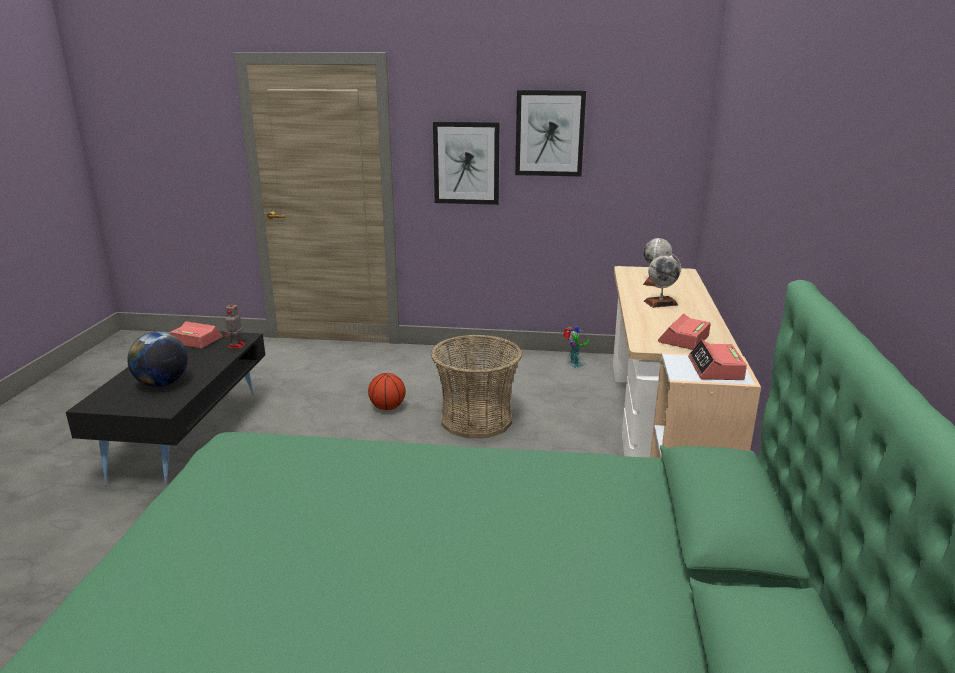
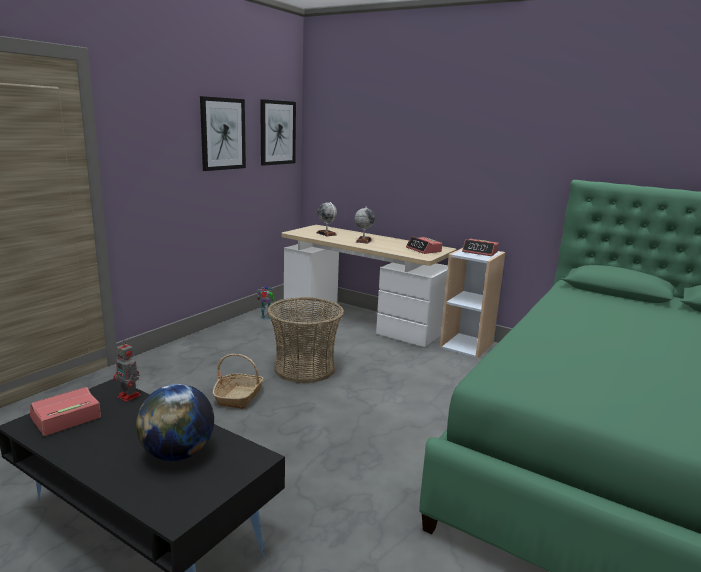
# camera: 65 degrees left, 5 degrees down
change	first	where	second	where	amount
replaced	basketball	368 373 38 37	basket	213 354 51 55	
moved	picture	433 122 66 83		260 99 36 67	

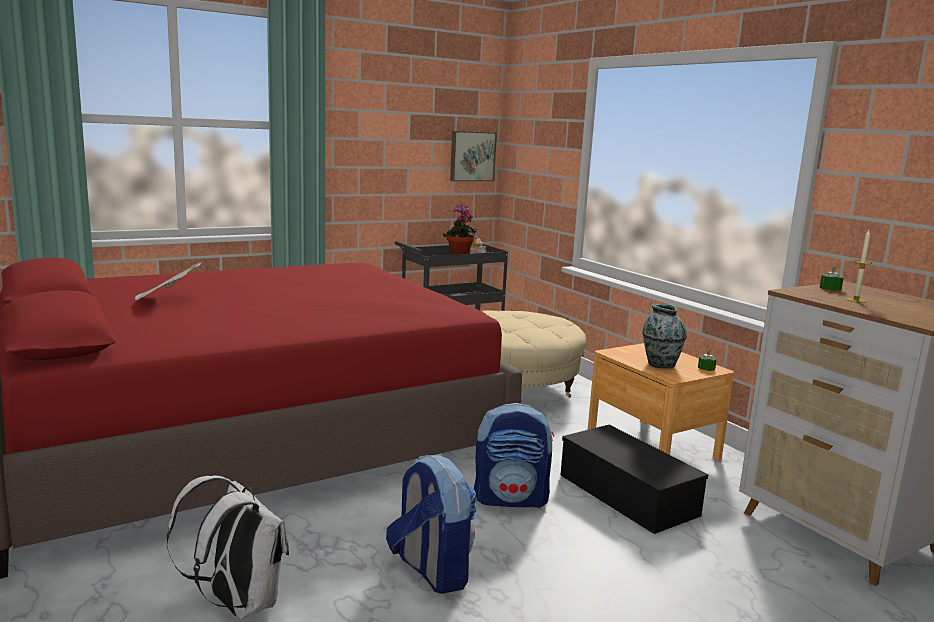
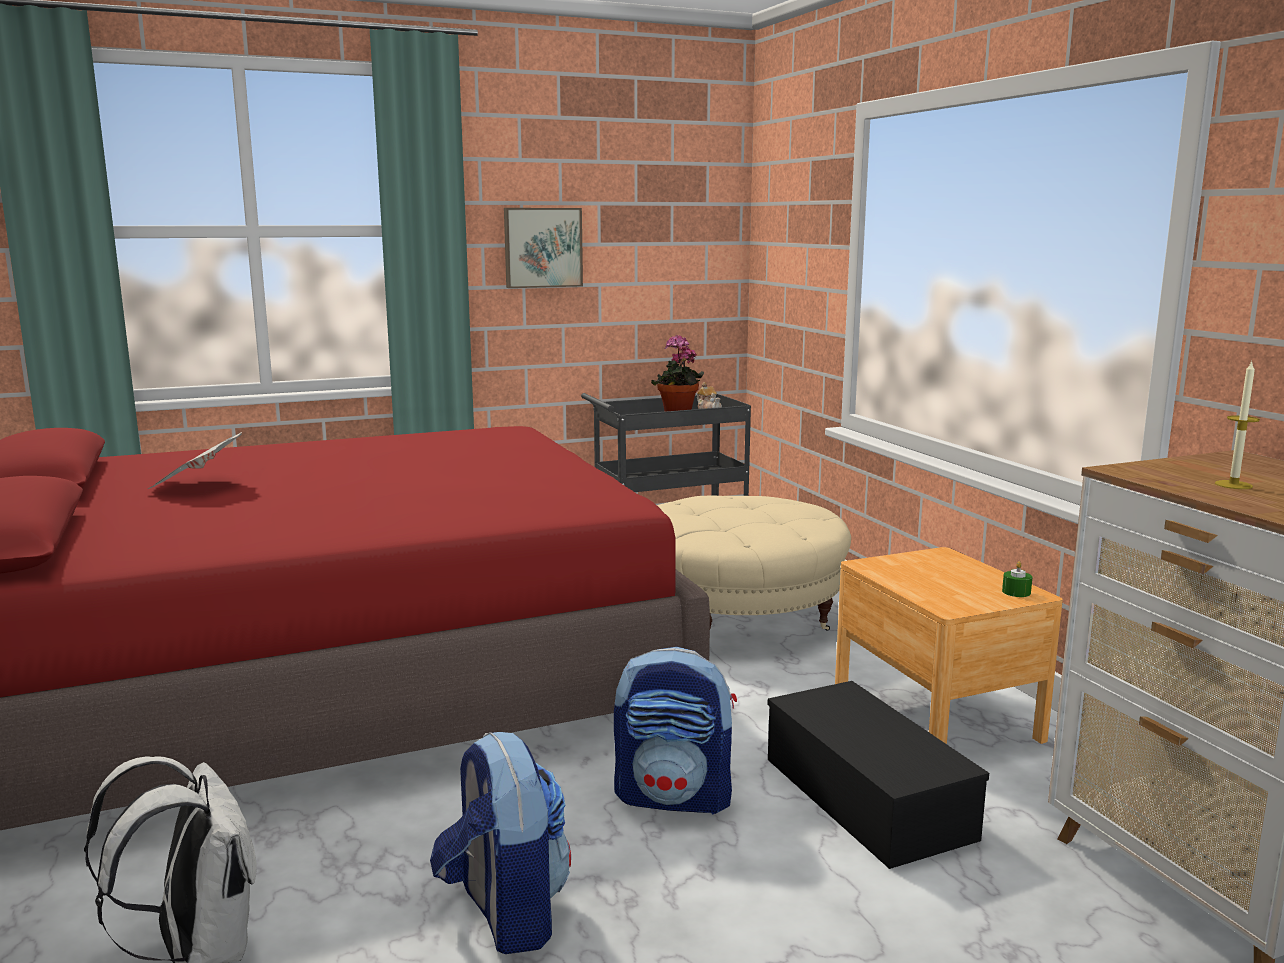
# camera: 10 degrees right, 0 degrees up
change	first	where	second	where	amount
moved	picture	450 131 47 50		504 208 79 80	
removed	vase	642 304 45 64			
removed	green candle	820 265 24 26			

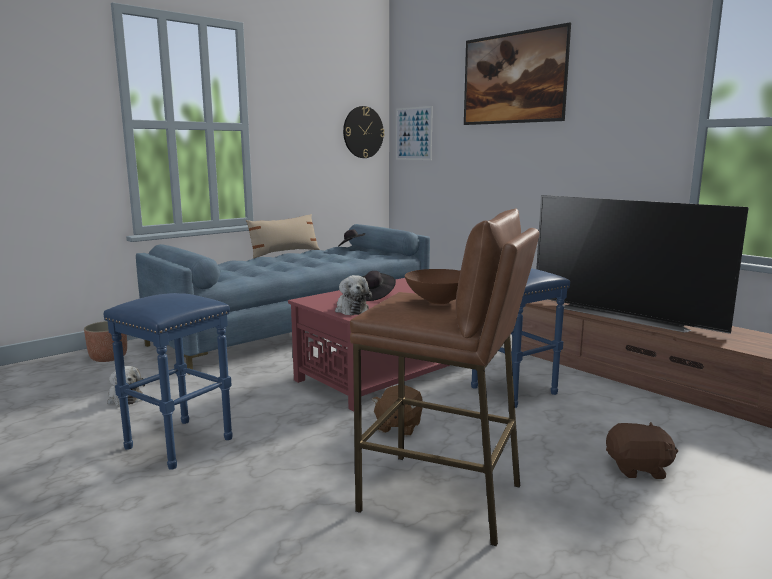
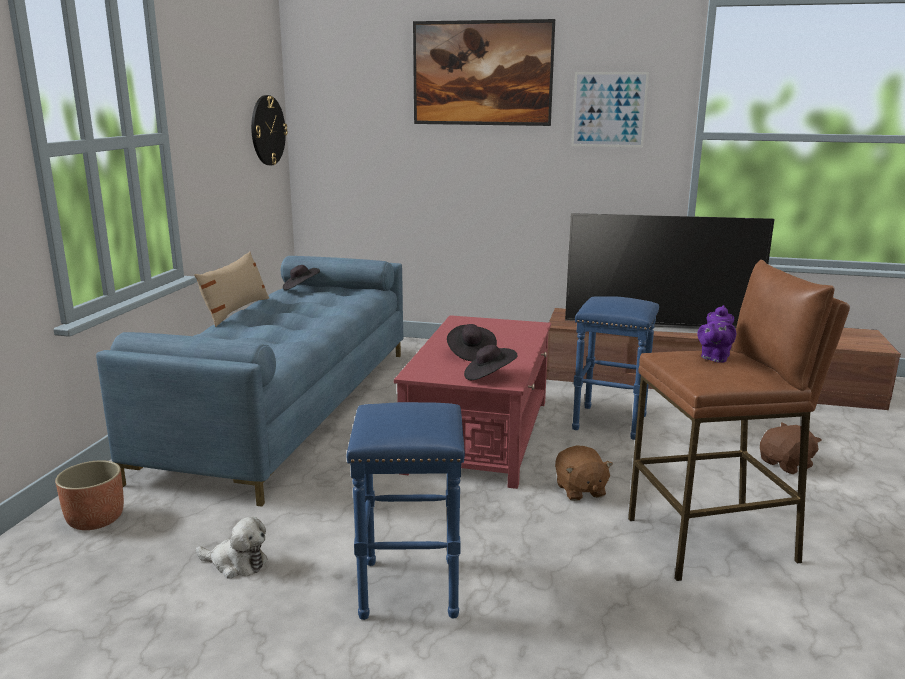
# camera: 35 degrees left, 5 degrees up
change	first	where	second	where	amount
replaced	plush toy	335 275 37 40	black hat	464 345 54 35	
moved	picture	396 106 37 54		571 72 78 76	
replaced	brown bowl	405 269 56 35	purple teapot	697 305 39 58	

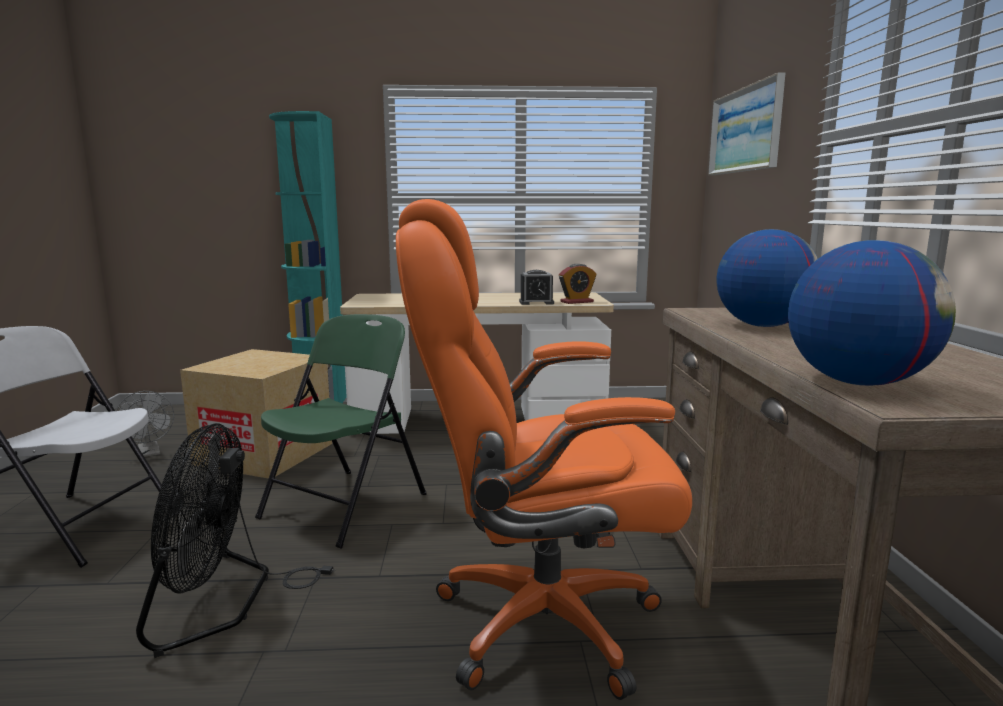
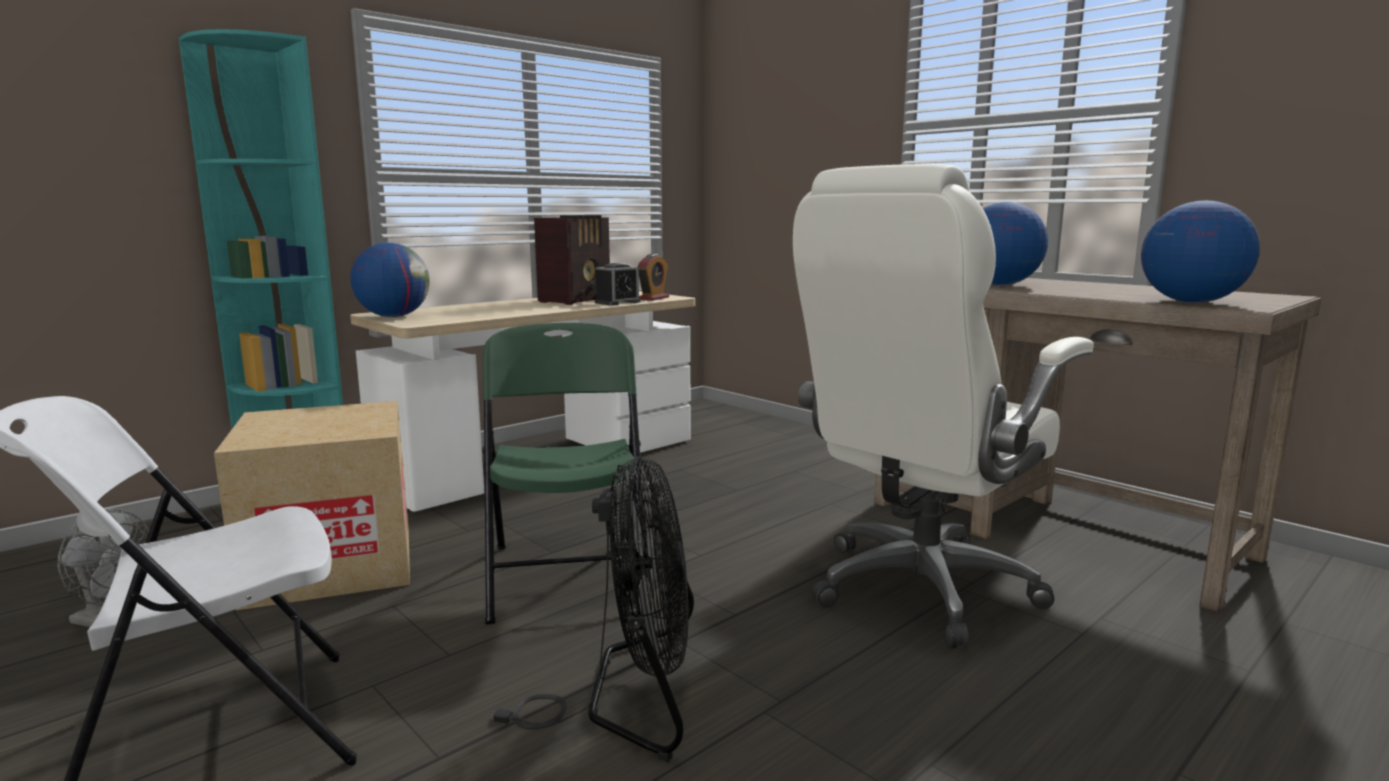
# camera: 40 degrees left, 0 degrees up
change	first	where	second	where	amount
added			globe	350 242 80 75	
turned	black fan	136 423 199 235		491 456 203 307	135 degrees counterclockwise
added			radio	534 215 76 90	
recoloured	orange office chair	396 199 296 501	white office chair	793 164 301 484	
removed	picture	708 72 78 103			

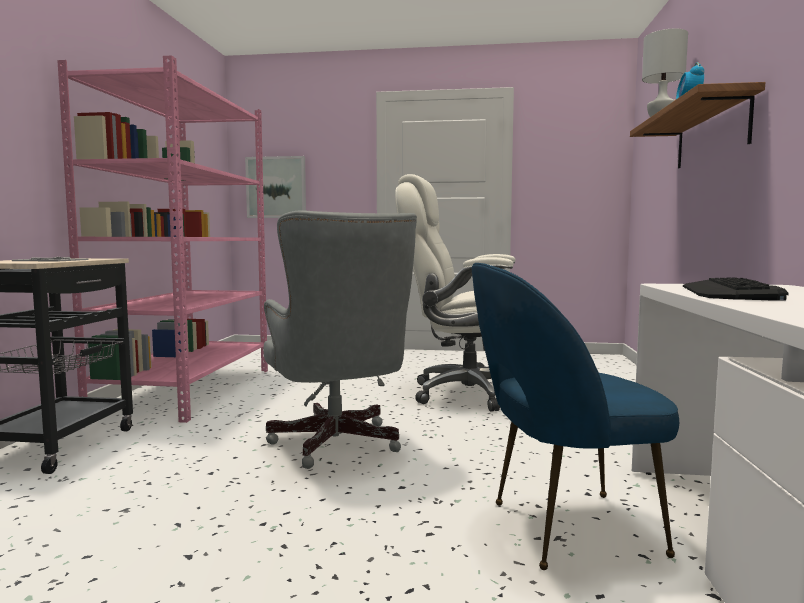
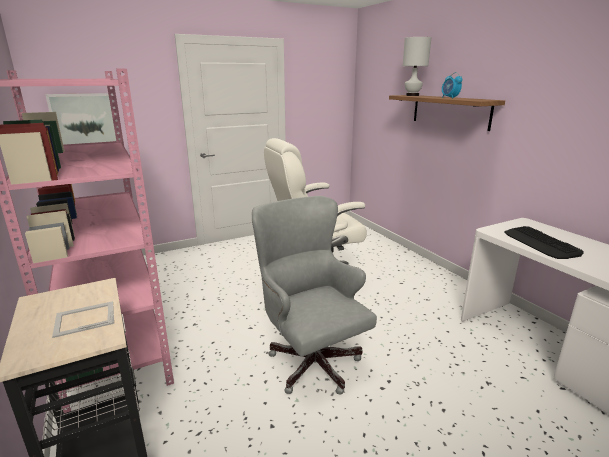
# camera: 35 degrees left, 15 degrees up
change	first	where	second	where	amount
turned	grey office chair	264 210 153 259		252 196 125 199	150 degrees counterclockwise
removed	blue chair	472 263 207 307			

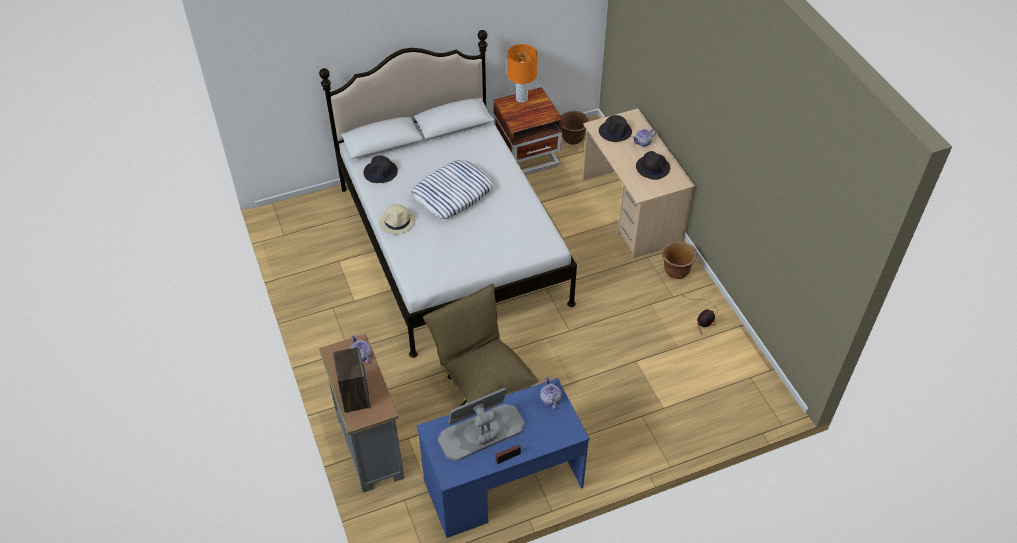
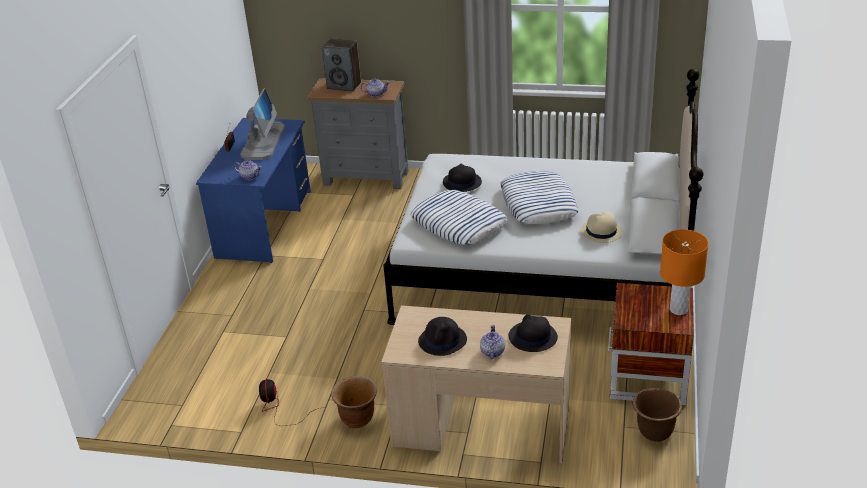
# camera: 125 degrees right, 15 degrees down
change	first	where	second	where	amount
added			pillow	411 190 96 55	
moved	black hat	363 156 35 27		443 164 39 28	
moved	beige hat	379 204 36 30		580 211 43 32	
removed	beige office chair	423 284 116 122			

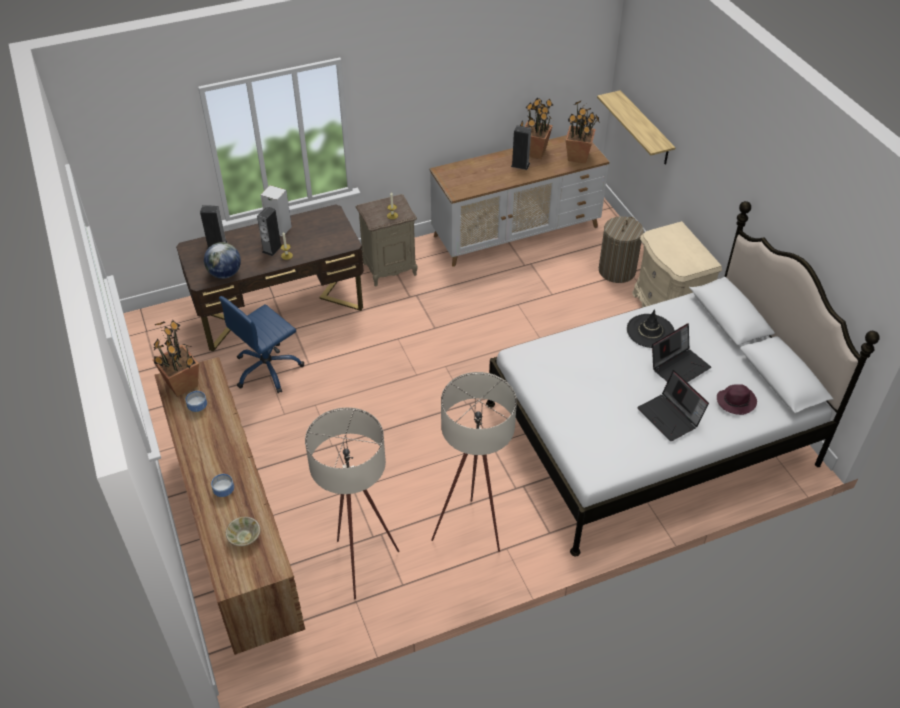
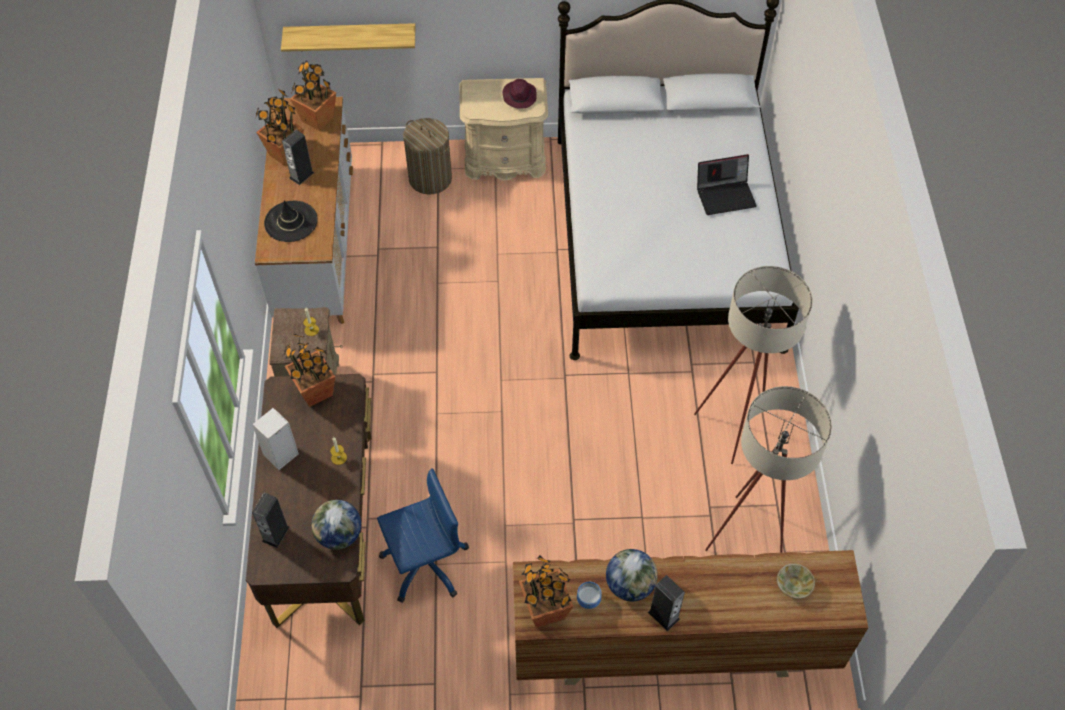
# camera: 70 degrees left, 10 degrees up
change	first	where	second	where	amount
moved	black hat	627 309 48 39		264 200 54 42	
added			potted plant	283 334 52 73	
turned	blue office chair	219 296 85 97		377 468 92 135	90 degrees counterclockwise
moved	purple hat	717 384 40 31		502 79 35 30	
added			globe	606 549 52 52	
moved	speaker	257 206 25 50		648 575 37 56	
removed	bowl	211 474 23 23			
removed	laptop	652 323 59 59			

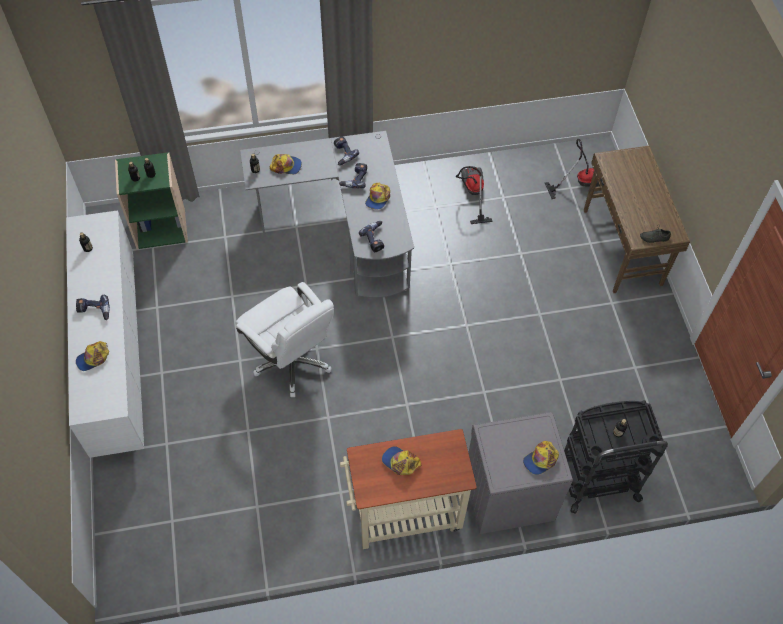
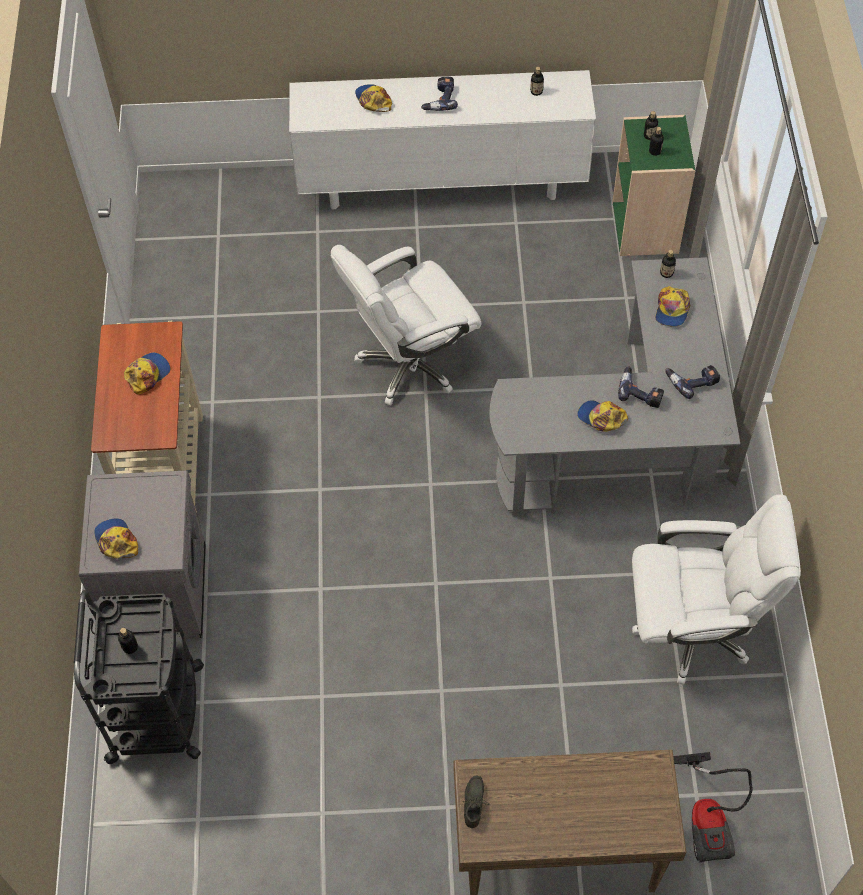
# camera: 100 degrees right, 0 degrees up
change	first	where	second	where	amount
replaced	vacuum cleaner	456 166 37 58	white office chair	632 494 169 191	
removed	power drill	359 221 25 32			

